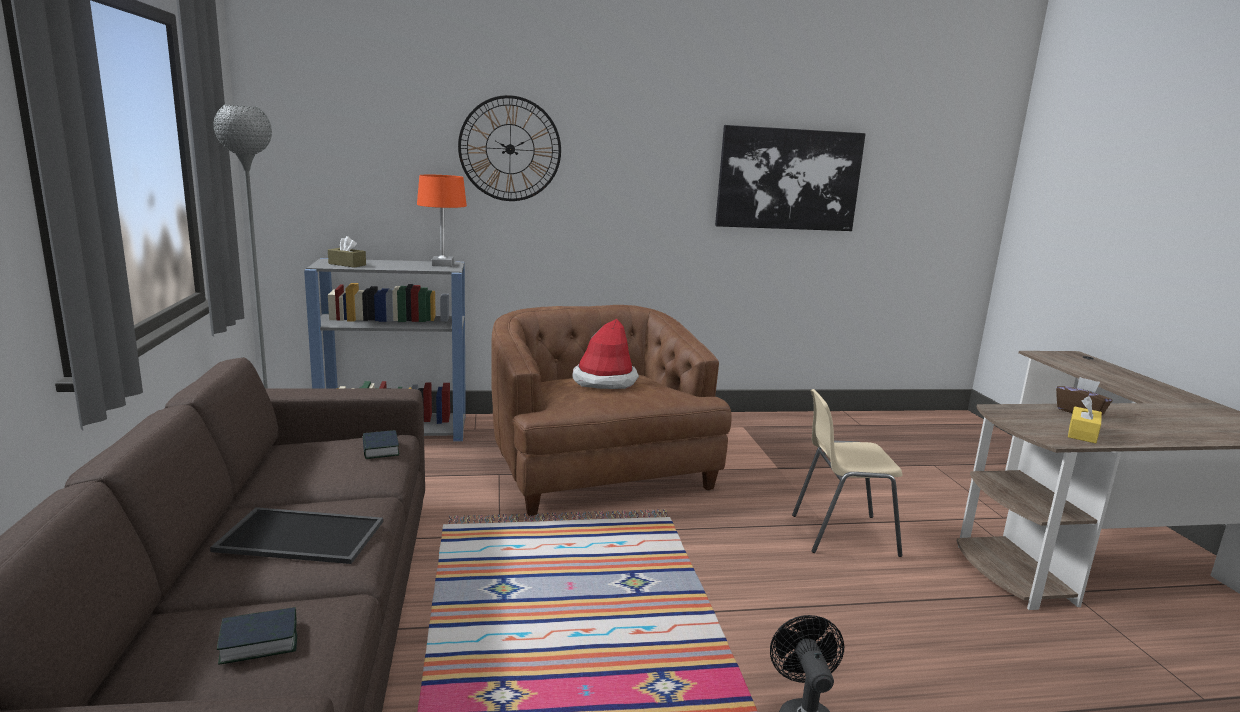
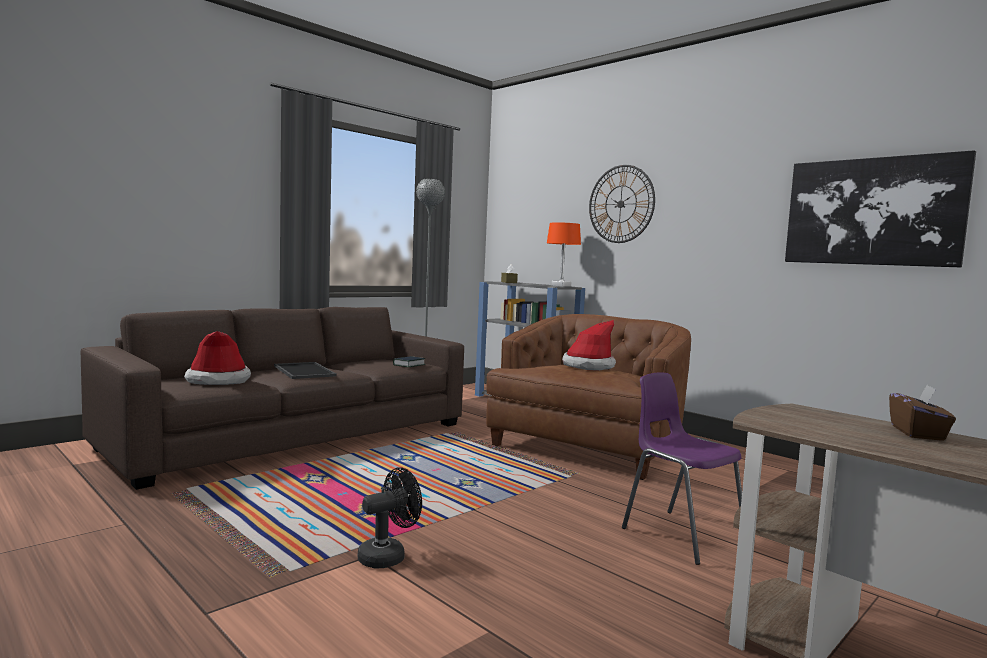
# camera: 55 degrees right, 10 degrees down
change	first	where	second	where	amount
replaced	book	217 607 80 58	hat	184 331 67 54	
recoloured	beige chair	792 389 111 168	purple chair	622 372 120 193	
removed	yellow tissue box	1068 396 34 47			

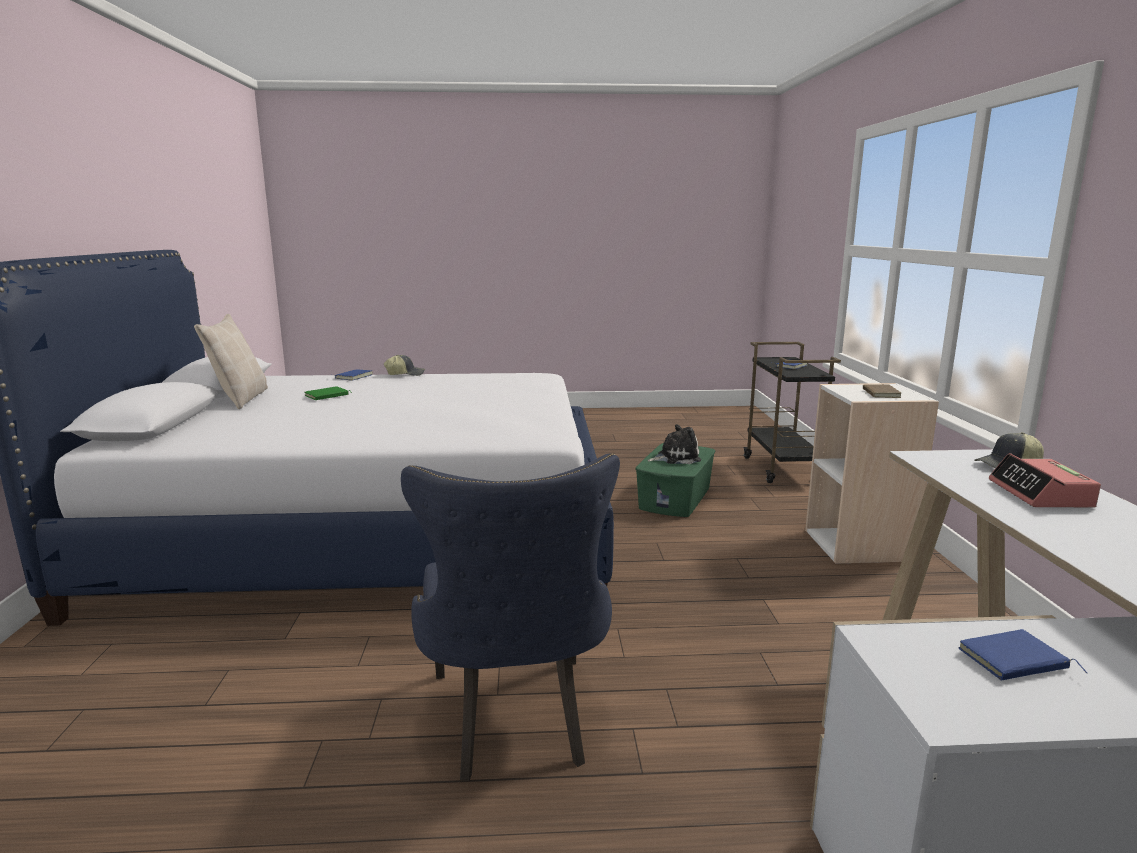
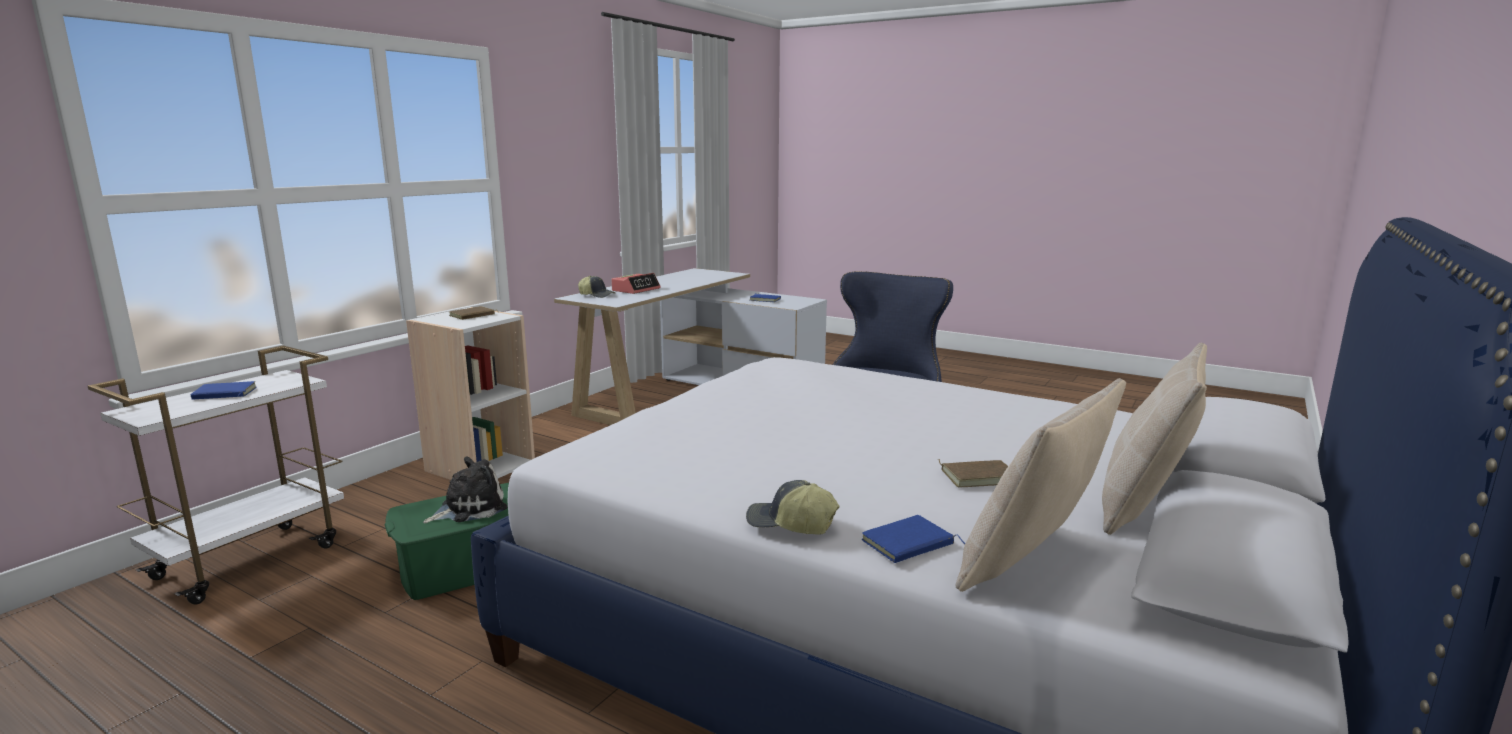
# camera: 145 degrees left, 0 degrees up
change	first	where	second	where	amount
recoloured	black cart	743 342 98 141	white cart	88 346 256 259	
turned	plush toy	648 424 53 40		423 456 85 67	120 degrees clockwise
recoloured	green book	305 386 47 14	brown book	939 459 69 28	
added			beige pillow	956 378 170 214	

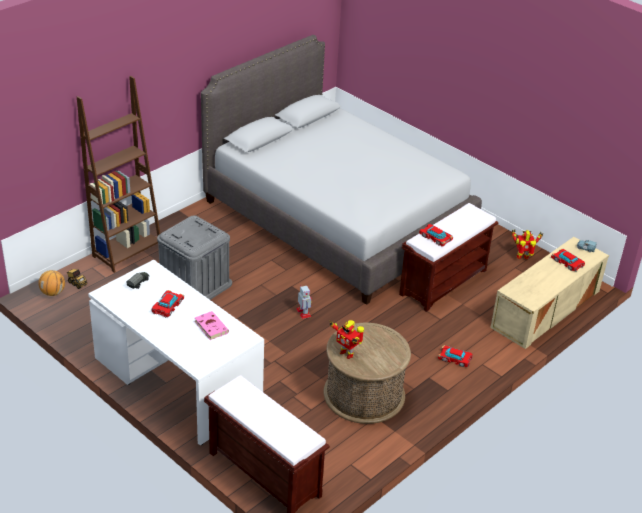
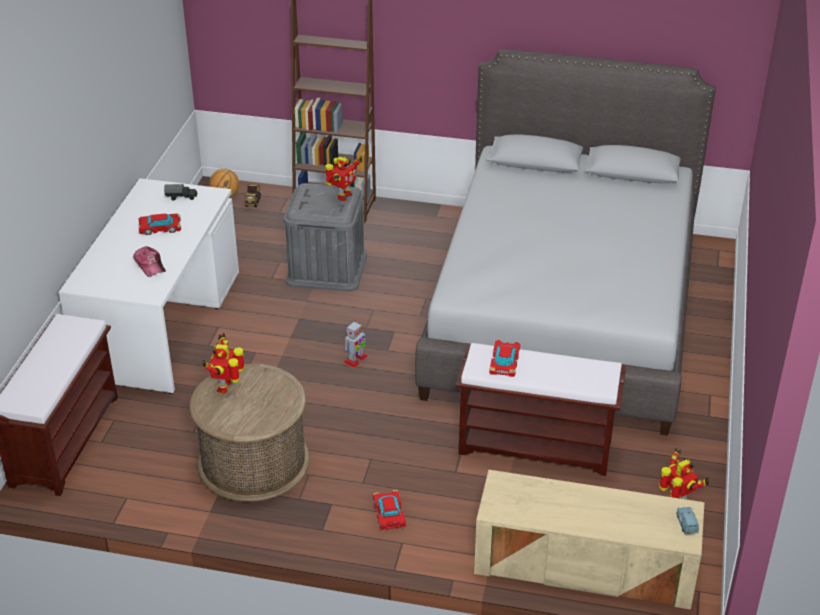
# camera: 60 degrees right, 0 degrees up
change	first	where	second	where	amount
replaced	pink book	195 311 34 29	cap	133 246 33 31	
added			toy robot	325 156 38 45	
removed	toy car	551 249 34 23			

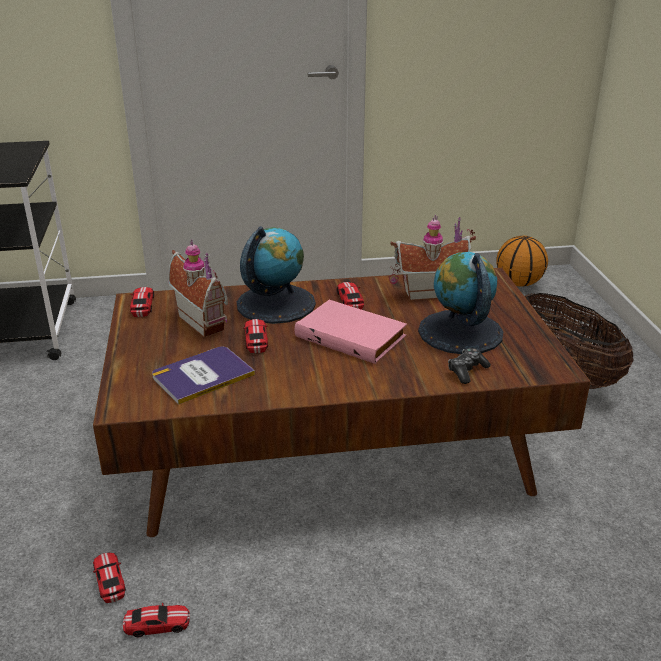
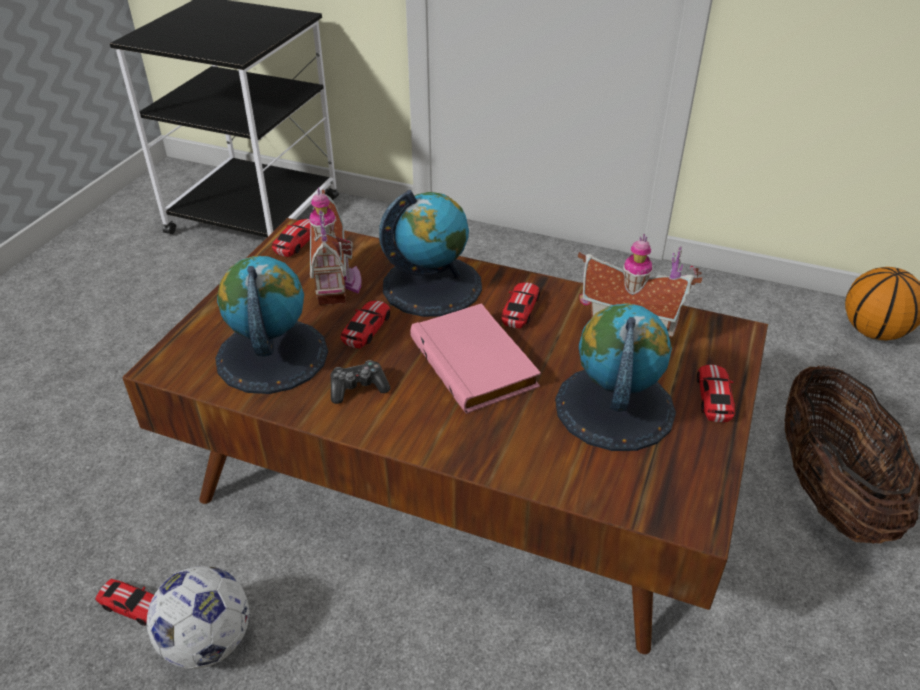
# camera: 30 degrees right, 10 degrees up
change	first	where	second	where	amount
added			football	146 566 104 103	
replaced	book	152 347 103 58	globe	215 256 113 138	
moved	game controller	448 348 43 36		330 360 60 44	
moved	toy car	93 553 33 50		697 364 38 58	

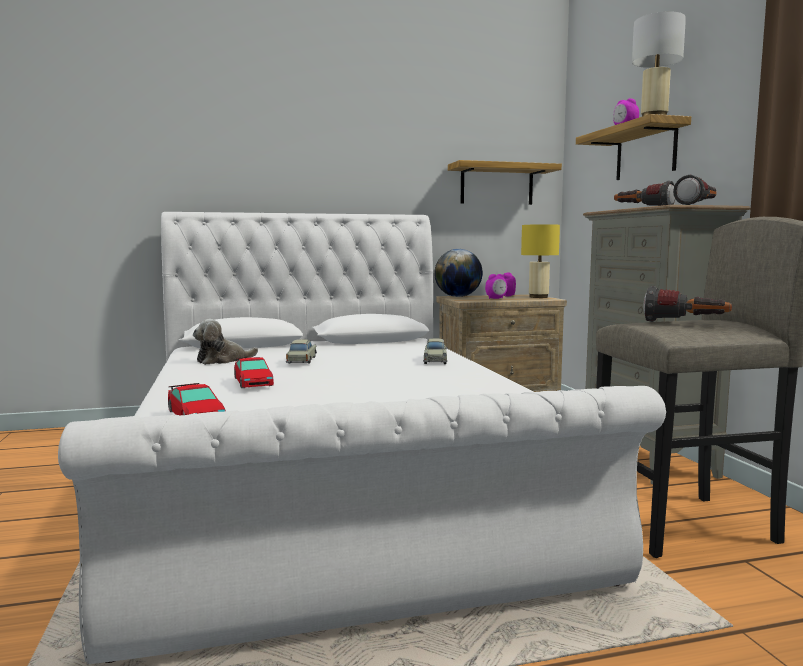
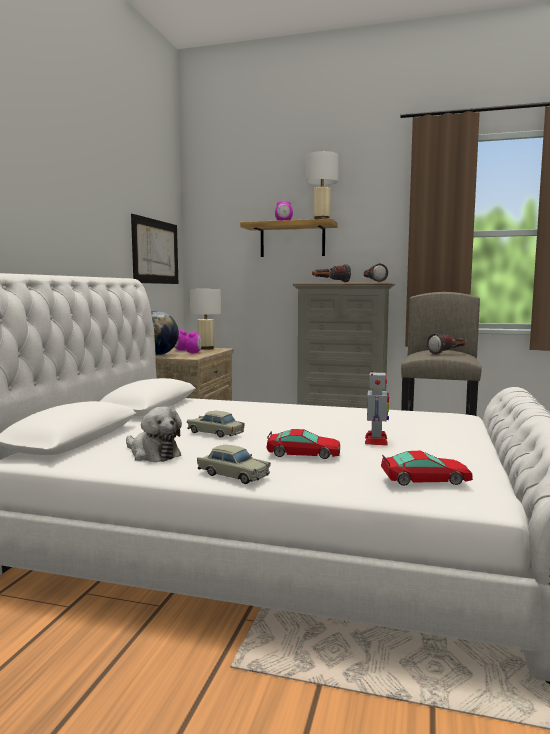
# camera: 60 degrees left, 0 degrees up
change	first	where	second	where	amount
turned	plush toy	193 319 65 46		126 407 56 55	45 degrees counterclockwise
replaced	shelf	448 160 114 45	picture	131 214 47 70	
recoloured	yellow table lamp	521 224 39 74	white table lamp	190 289 31 61	
moved	beige toy car	423 339 25 25		197 445 74 39	
added			toy robot	365 370 24 76	

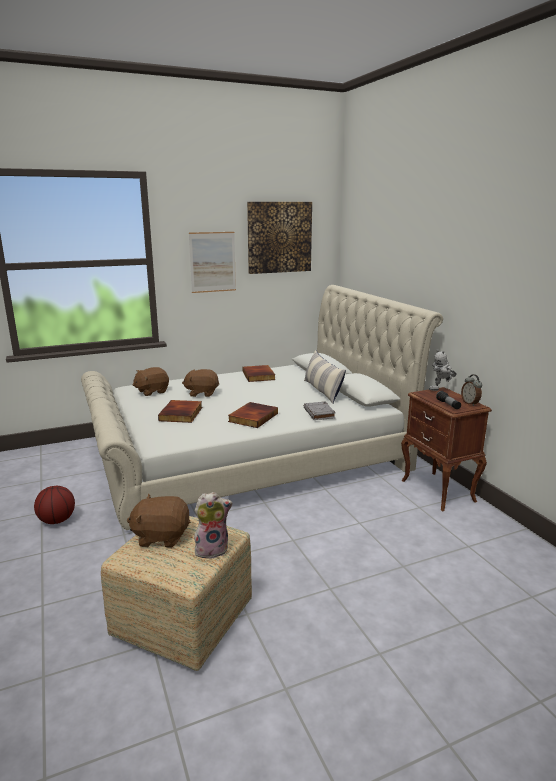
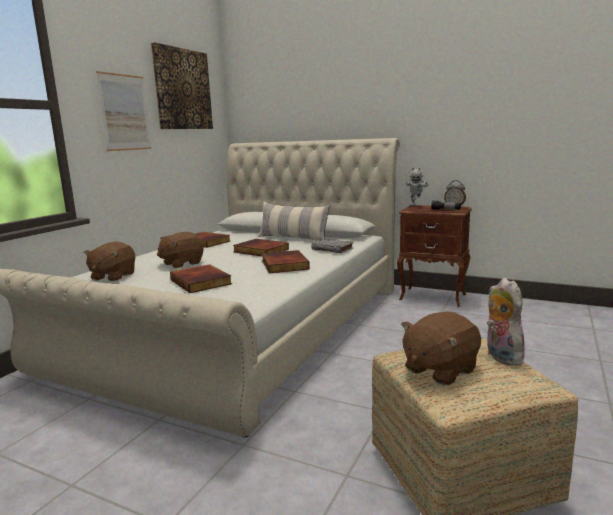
# camera: 40 degrees left, 5 degrees down
change	first	where	second	where	amount
added			book	233 239 56 18	
turned	plush toy	194 492 39 67		487 278 38 88	45 degrees counterclockwise
removed	basketball	34 486 41 38			

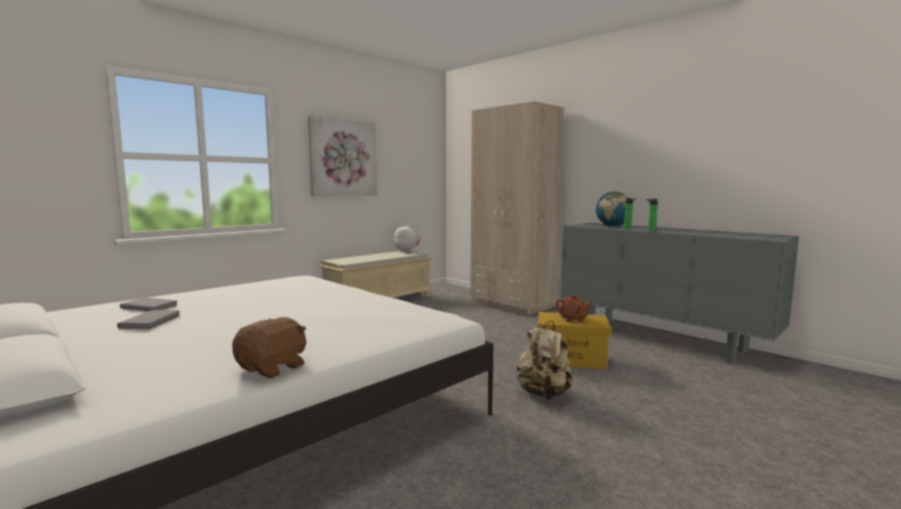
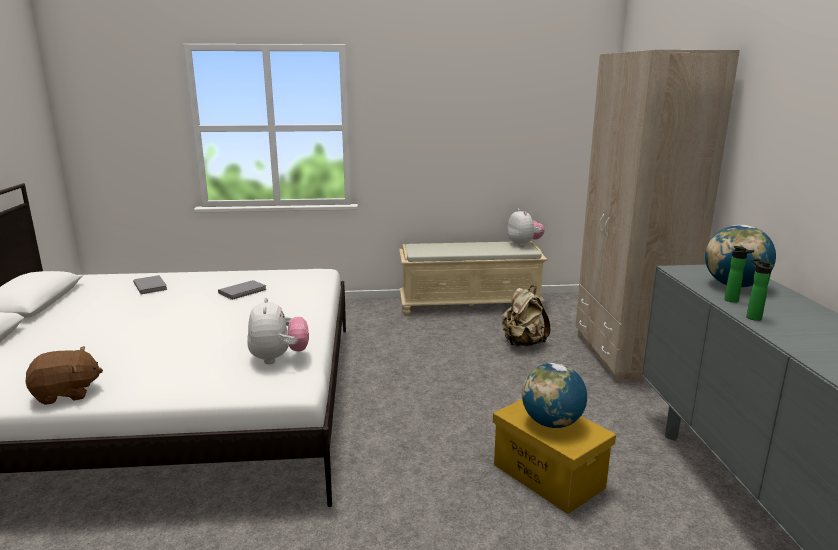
# camera: 40 degrees right, 10 degrees up
change	first	where	second	where	amount
moved	grey book	117 310 64 19		218 280 48 20	
added			plush toy	247 297 62 67	
moved	beige backpack	517 321 56 78		502 286 48 61	
replaced	brown teapot	554 295 39 27	globe	522 363 65 65	
removed	picture	308 115 69 81			

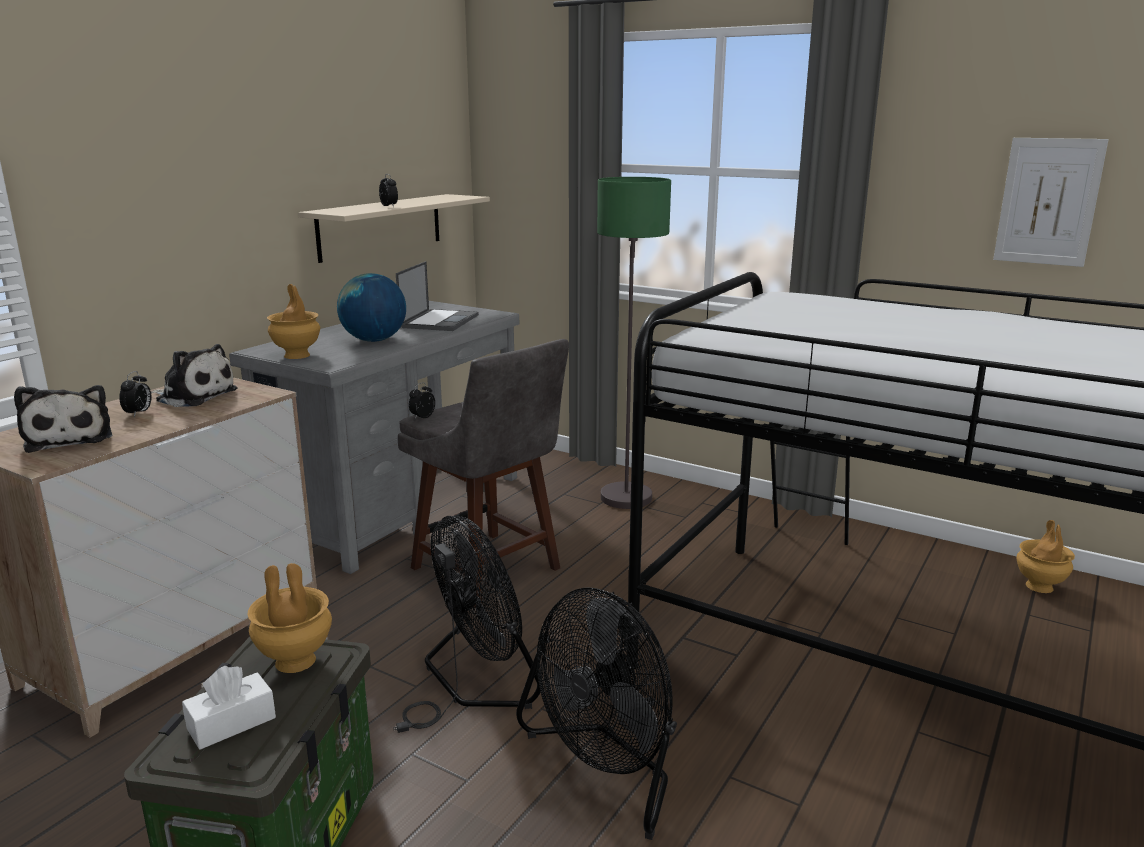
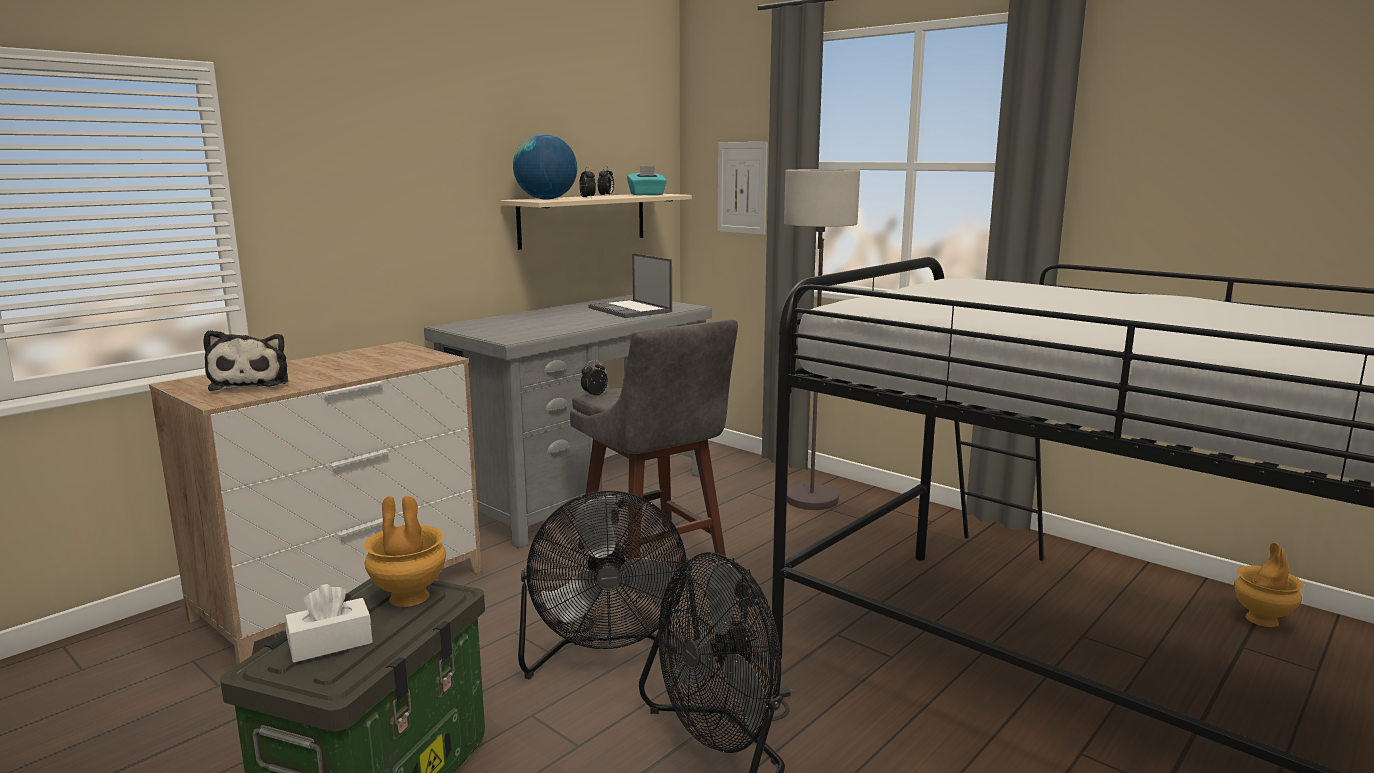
# camera: 10 degrees right, 5 degrees down
change	first	where	second	where	amount
moved	globe	337 273 69 69		513 134 64 66	
turned	black fan	393 516 148 217		518 491 182 189	105 degrees clockwise
turned	laptop	396 261 83 70		588 253 84 65	120 degrees clockwise
moved	alarm clock	119 371 32 46		597 166 17 30	
added			turquoise tissue box	627 166 40 29	
moved	picture	993 138 116 129		718 142 50 93	
recoloured	green floor lamp	597 177 74 332	grey floor lamp	784 169 76 341	
removed	plush toy	151 344 87 63			
removed	brown vase	267 284 53 75			

